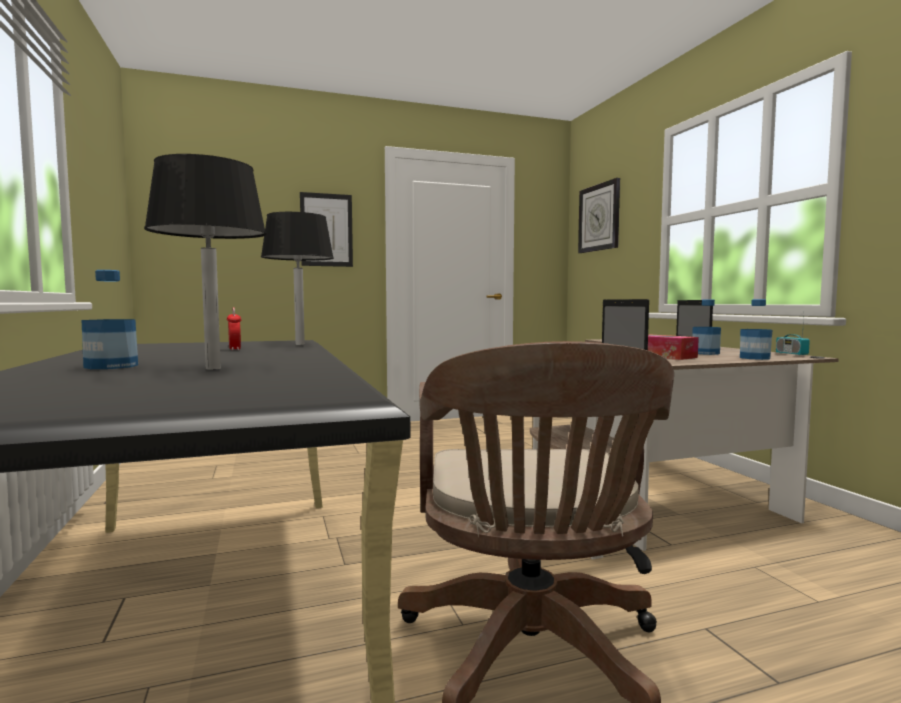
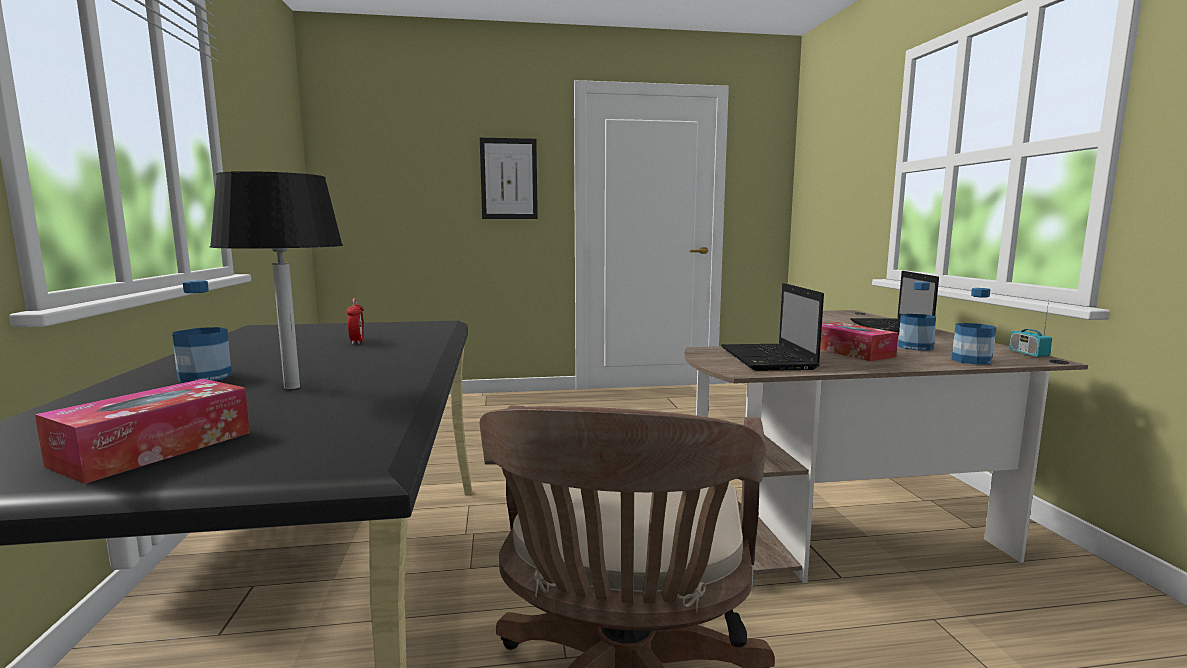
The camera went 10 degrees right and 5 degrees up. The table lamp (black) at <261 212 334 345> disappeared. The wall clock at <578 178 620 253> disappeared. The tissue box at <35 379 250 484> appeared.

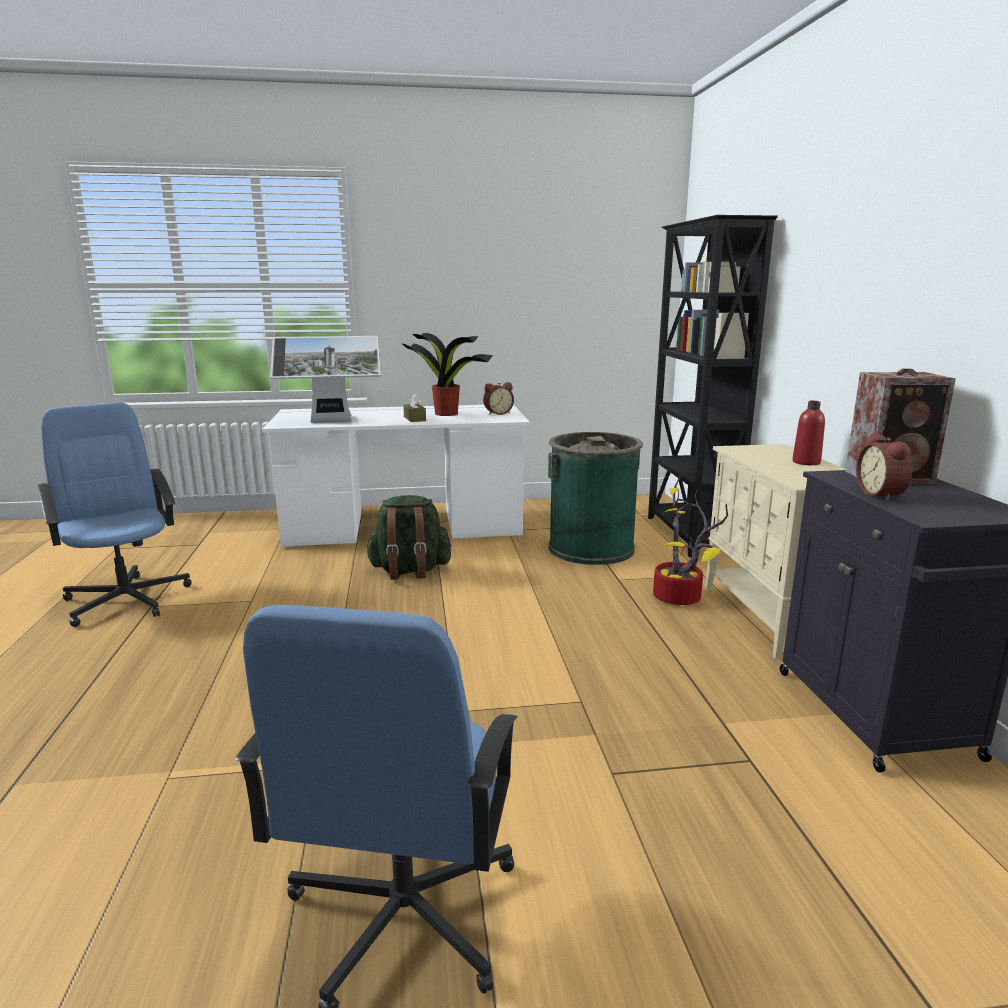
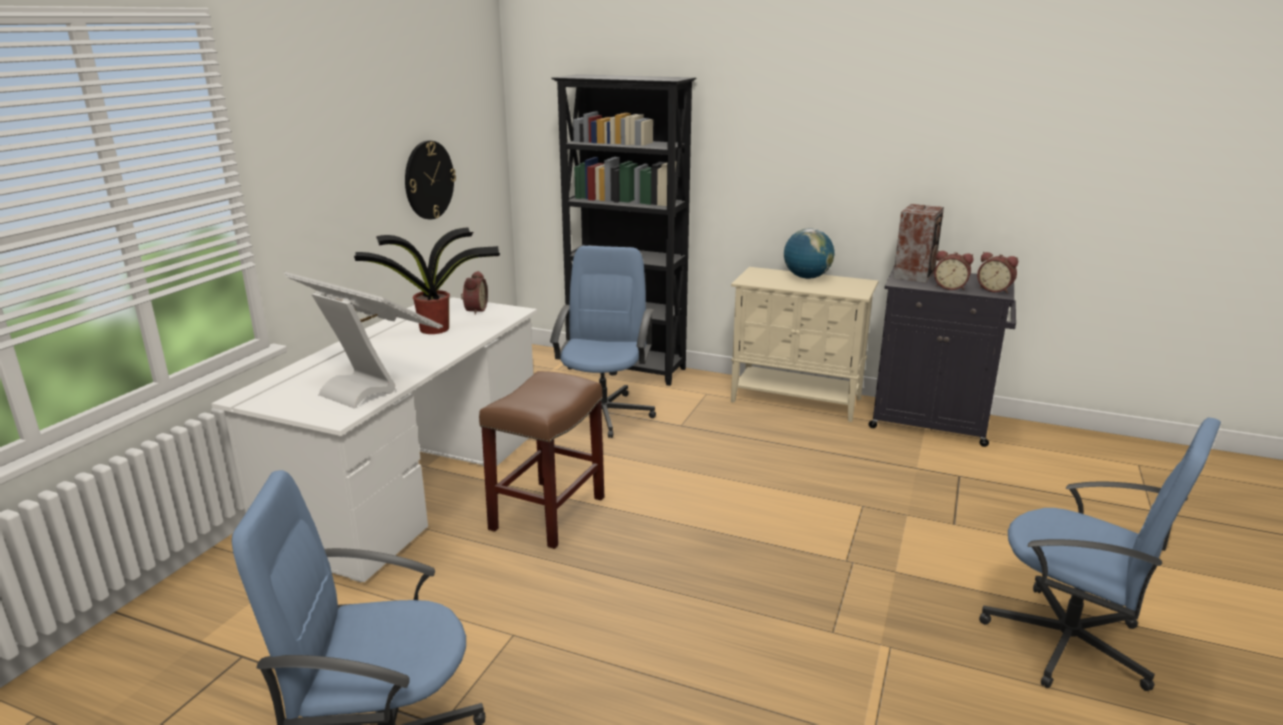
The camera went 60 degrees left and 5 degrees up. The monitor at <270 336 381 423> turned 75 degrees counterclockwise. The backpack (green) at <365 495 451 580> was replaced by the stool (brown) at <479 371 604 549>. The tissue box (brown) at <403 394 426 422> disappeared. The trash can (green) at <548 432 643 565> was replaced by the office chair (blue) at <550 246 656 438>. The potted plant at <653 475 728 605> disappeared. The bottle (red) at <792 401 825 465> was replaced by the globe at <784 228 834 279>. The wall clock at <405 141 456 219> appeared. The alarm clock at <977 252 1018 293> appeared.

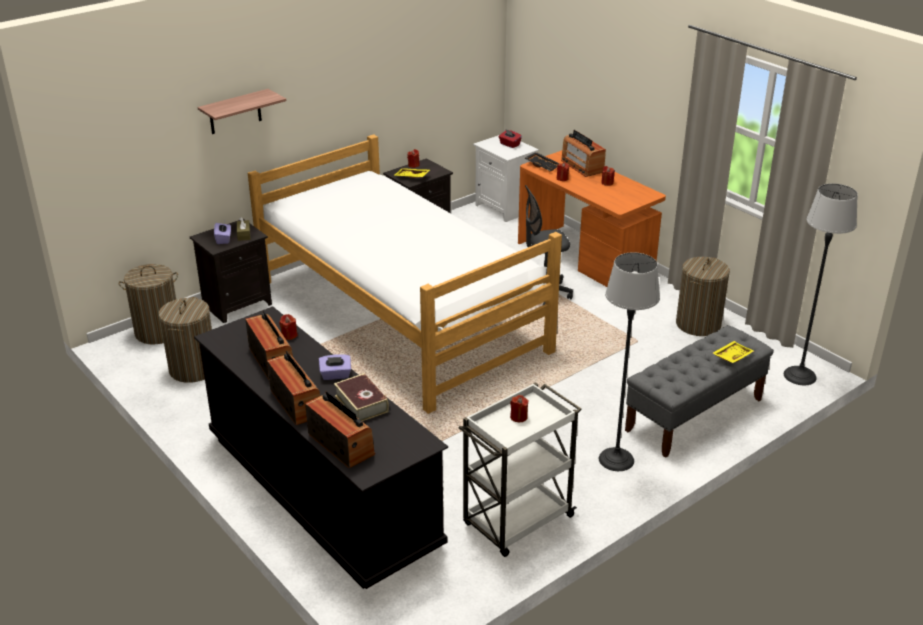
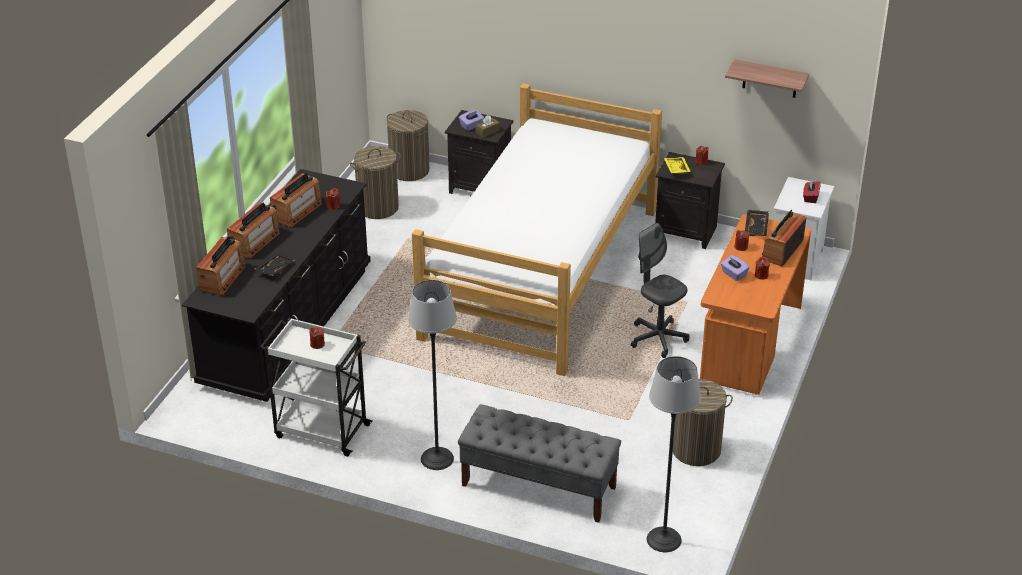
The camera went 60 degrees right and 5 degrees up. The shelf moved from <197 89 286 134> to <725 59 810 98>. The tissue box (purple) moved from <319 354 351 380> to <721 255 750 281>. The book at <334 373 389 421> was replaced by the tray (black) at <255 253 294 276>. The tray (yellow) at <713 341 754 363> disappeared.

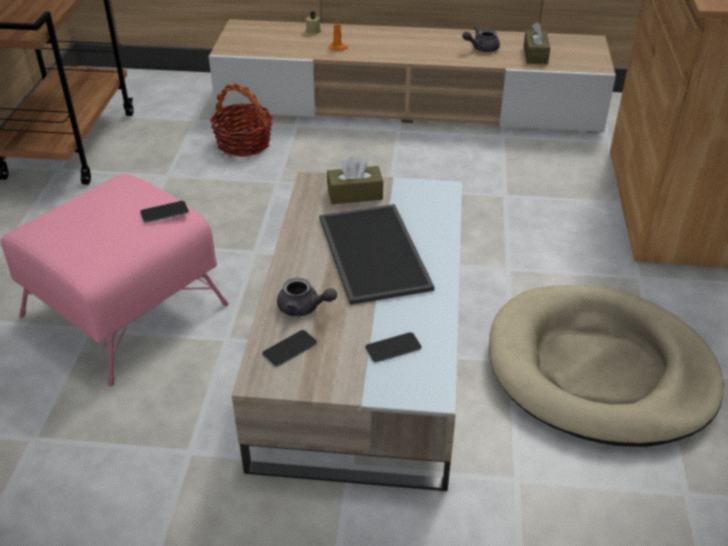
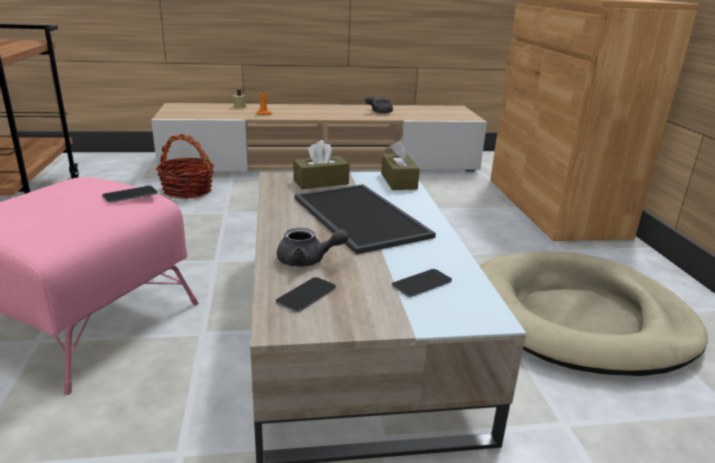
The camera went 15 degrees left and 15 degrees down. The tissue box (brown) moved from <524 22 550 64> to <381 140 420 190>.

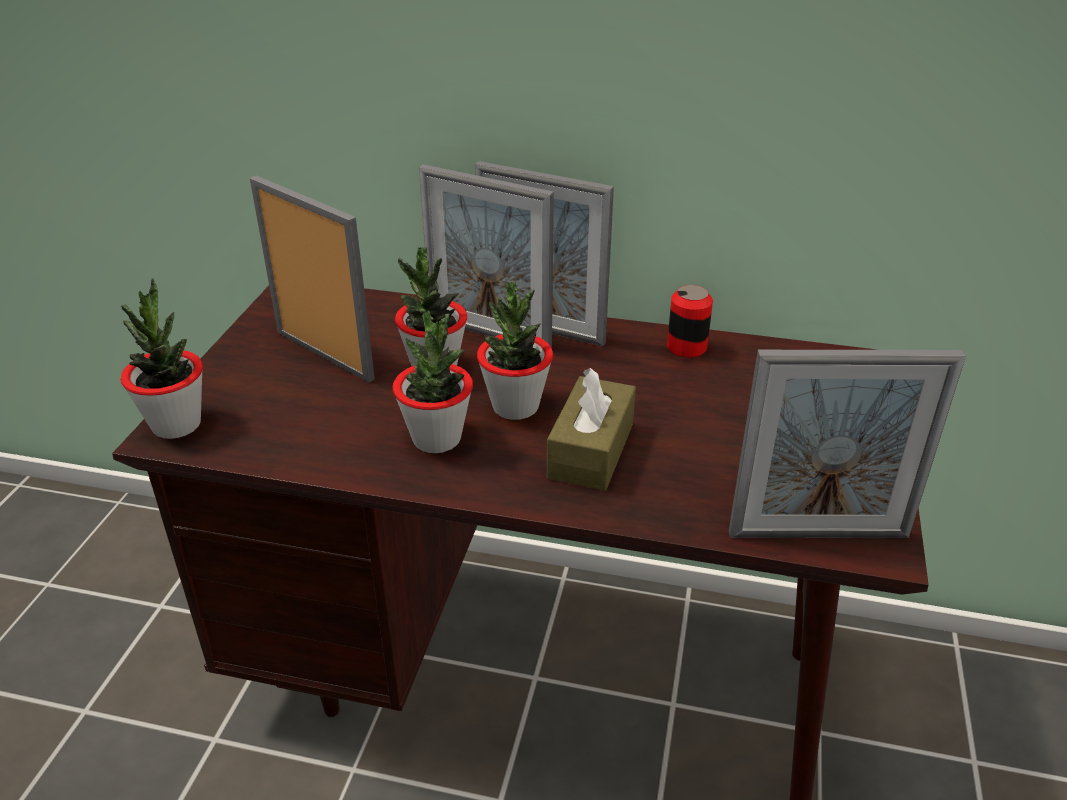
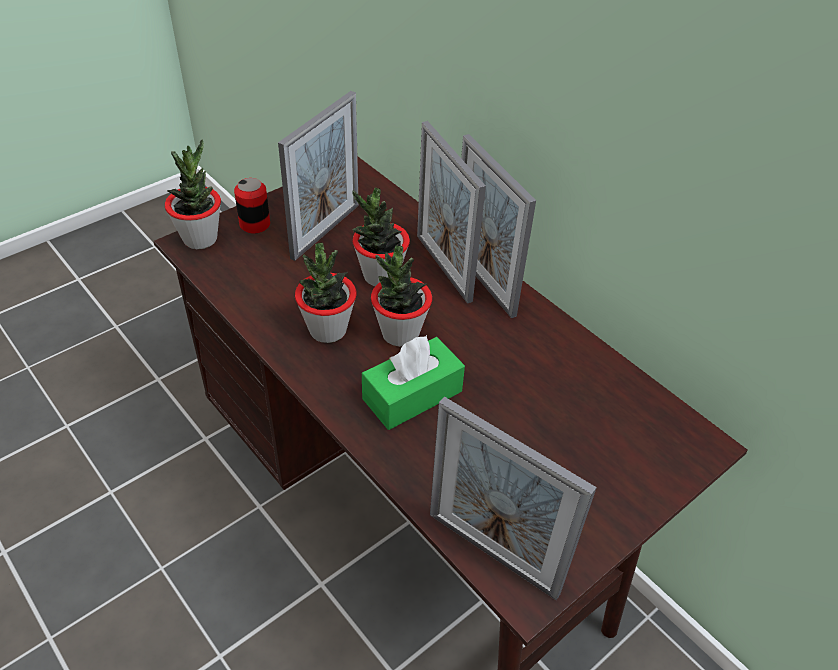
The camera went 35 degrees right and 10 degrees up. The picture frame at <250 176 375 383> turned 45 degrees clockwise. The tissue box (brown) at <547 368 636 491> became the tissue box (green) at <362 335 465 430>. The can moved from <667 285 713 358> to <234 178 270 234>.

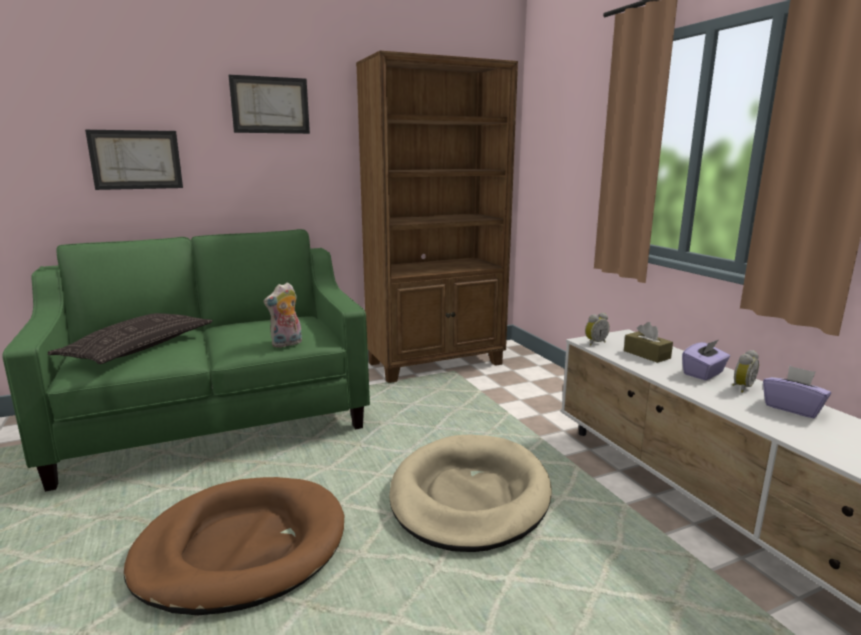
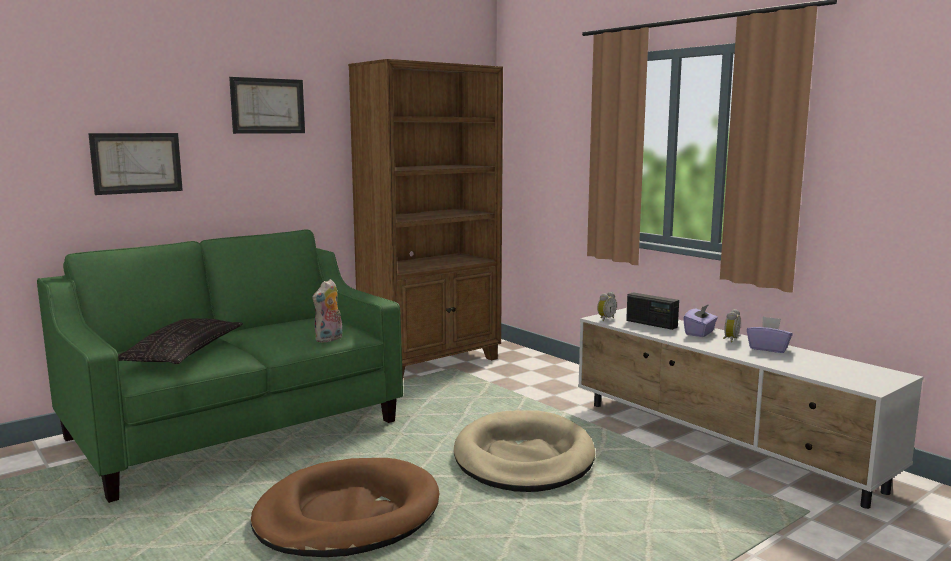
The camera went 15 degrees left and 5 degrees down. The tissue box (brown) at <624 322 673 363> was replaced by the radio at <626 292 679 330>.

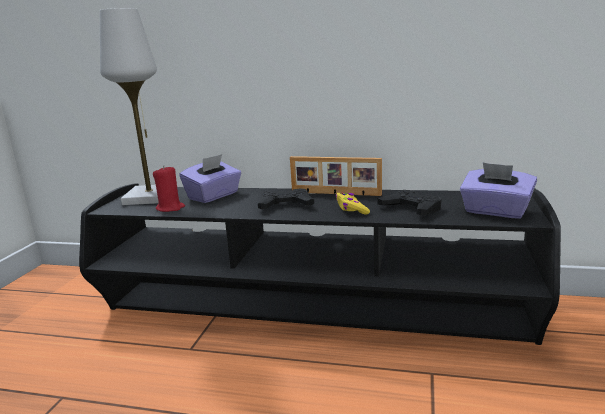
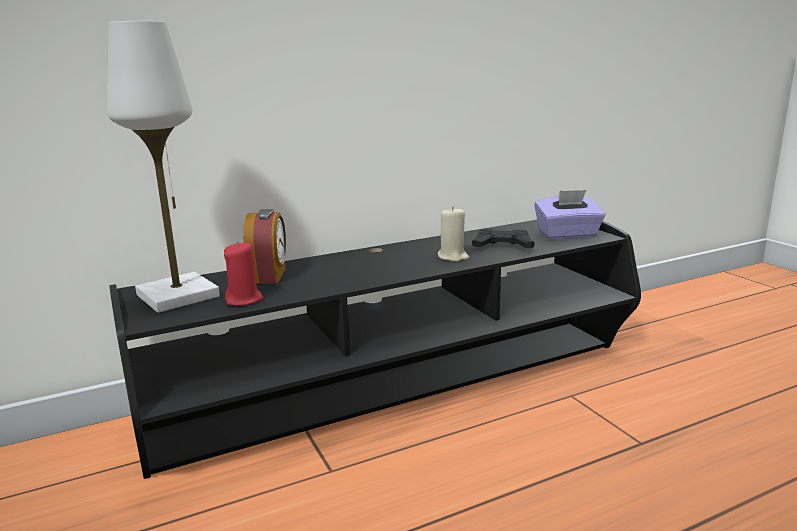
The camera went 40 degrees left and 0 degrees up. The tissue box (purple) at <179 154 241 203> was replaced by the alarm clock at <243 209 286 284>. The game controller (black) at <258 189 314 209> disappeared. The picture frame at <290 156 382 196> disappeared. The game controller (yellow) at <336 193 370 215> was replaced by the candle (beige) at <438 206 469 261>.

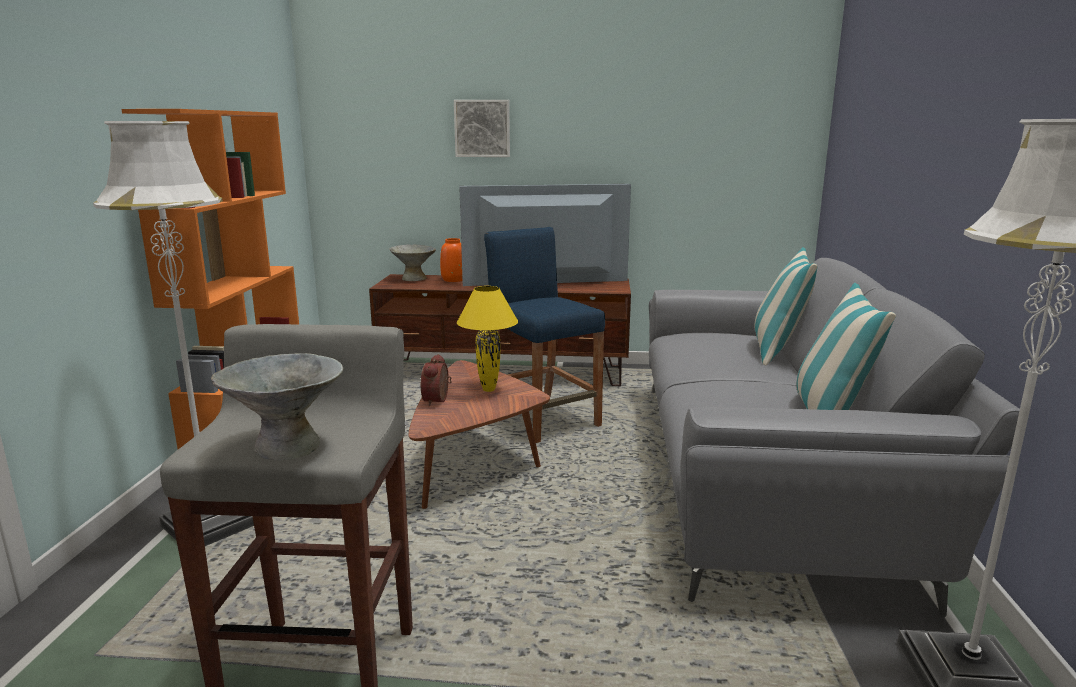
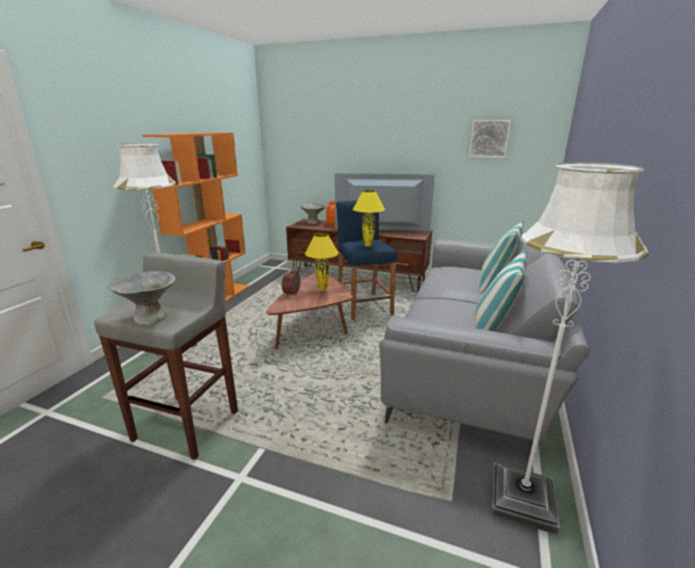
The camera went 15 degrees right and 5 degrees up. The picture moved from <454 100 510 157> to <469 120 511 158>. The table lamp (yellow) at <353 190 385 247> appeared.

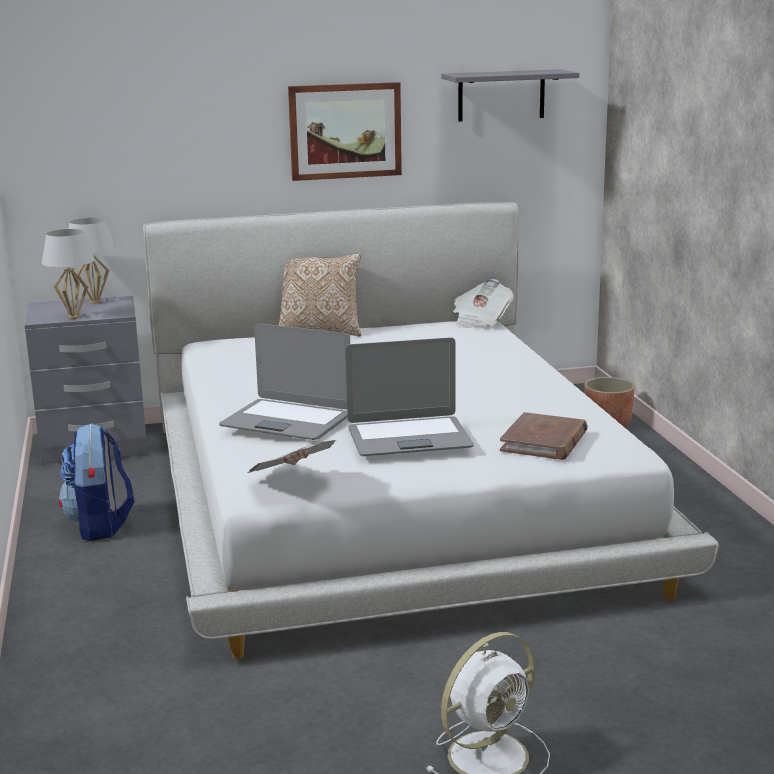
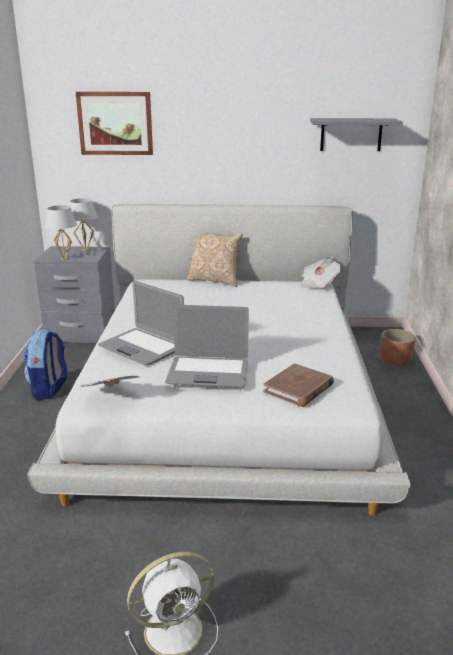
The camera went 15 degrees right and 5 degrees up. The picture moved from <288 82 402 181> to <76 92 153 155>.

